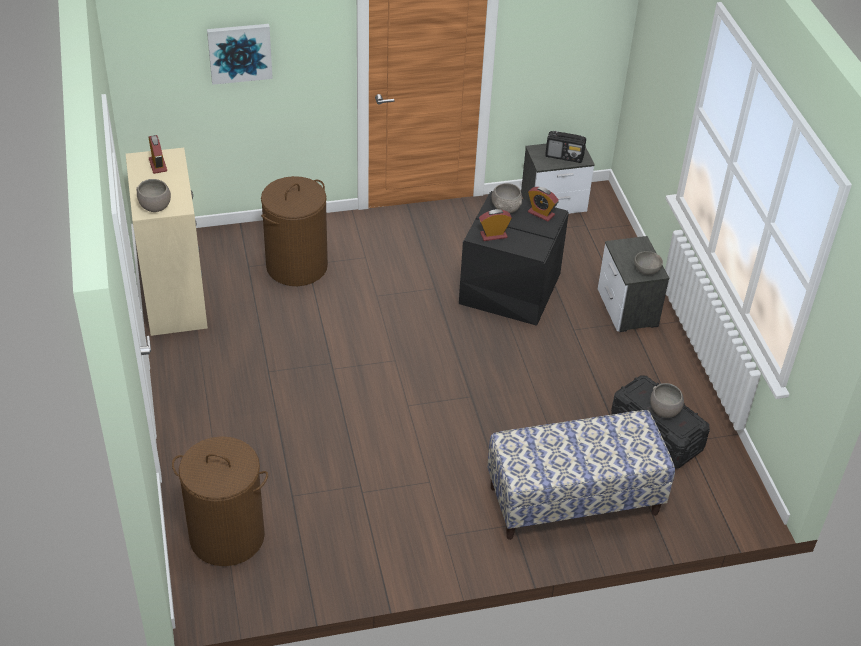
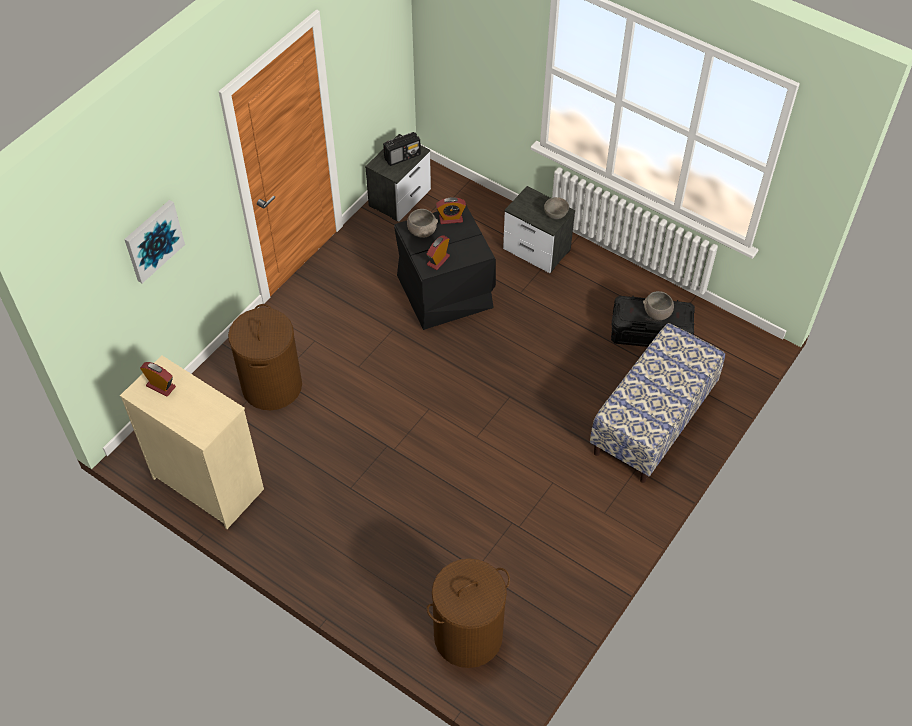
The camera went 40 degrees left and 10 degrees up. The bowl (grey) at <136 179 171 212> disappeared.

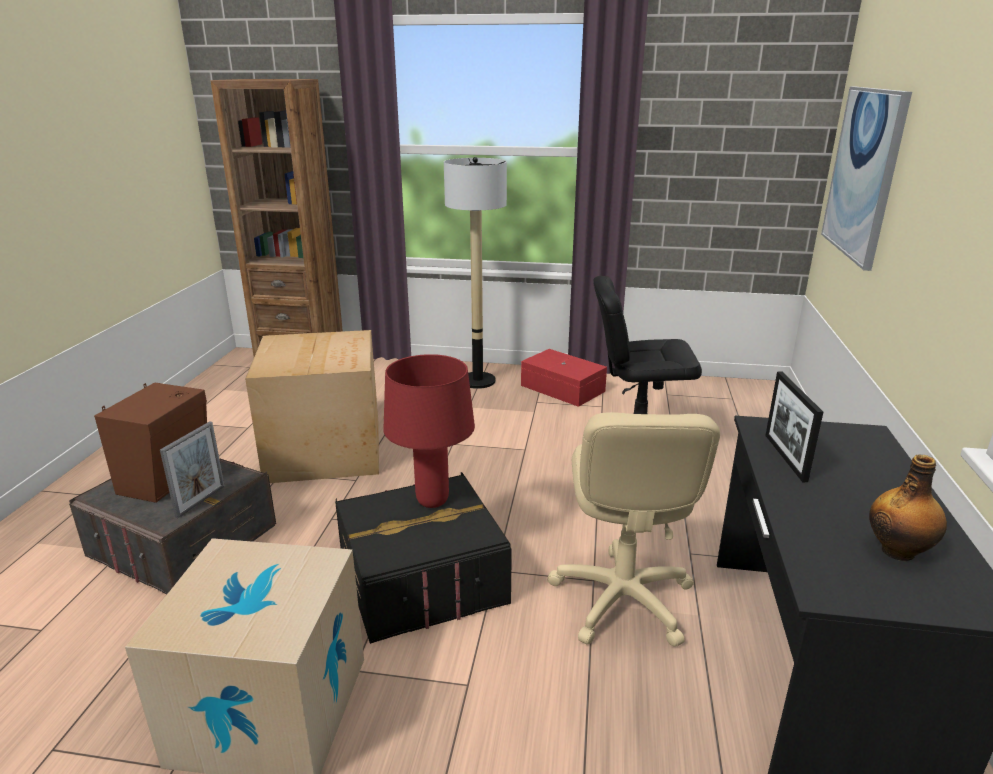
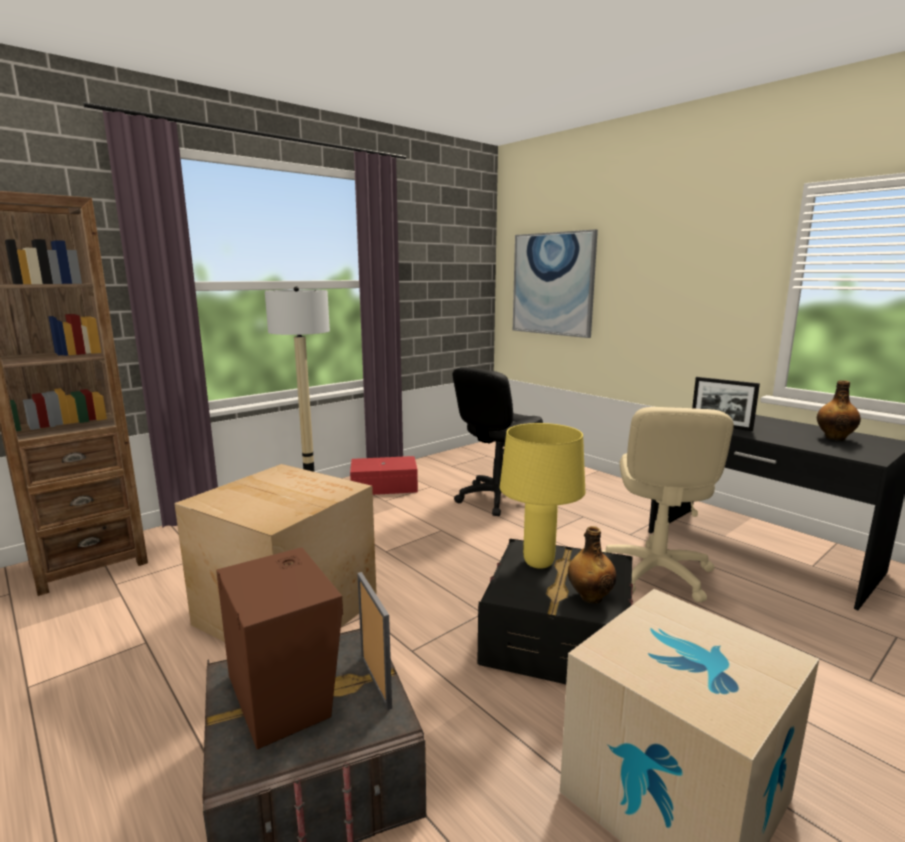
The camera went 50 degrees left and 10 degrees down. The table lamp (red) at <383 354 475 508> became the table lamp (yellow) at <500 423 585 569>. The office chair (beige) at <547 412 720 647> turned 60 degrees clockwise. The bottle at <568 526 617 604> appeared.

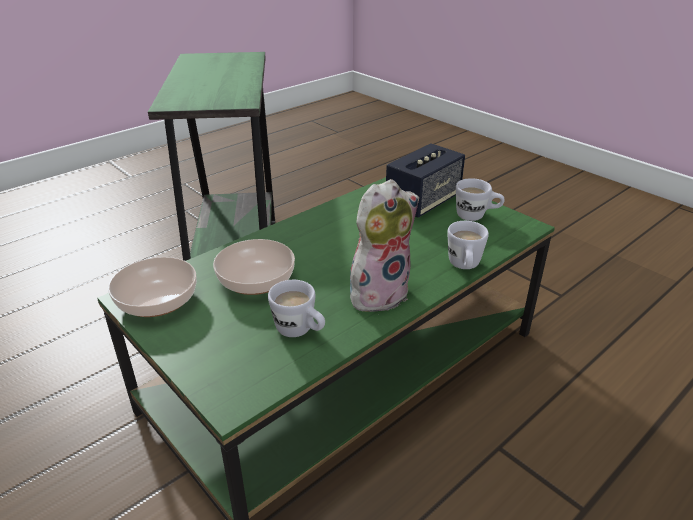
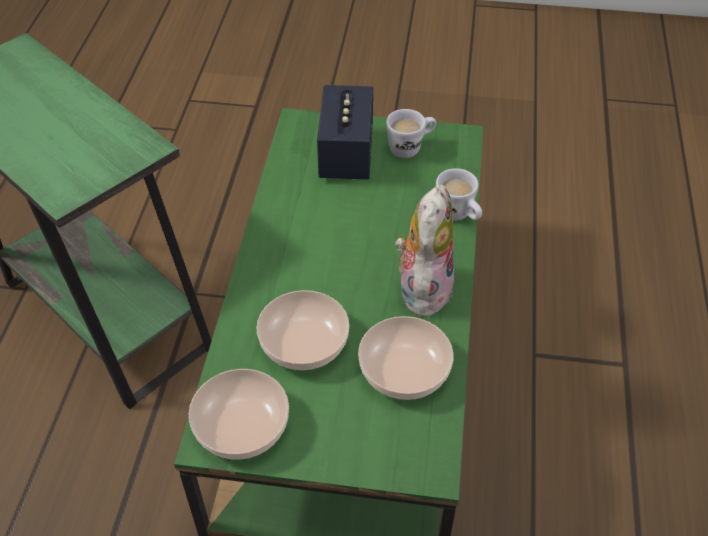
The camera went 40 degrees left and 15 degrees up. The mug (white) at <268 280 325 337> was replaced by the bowl at <358 316 454 400>.

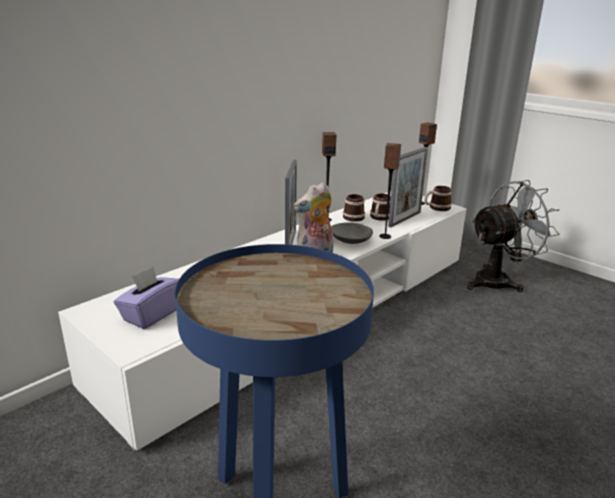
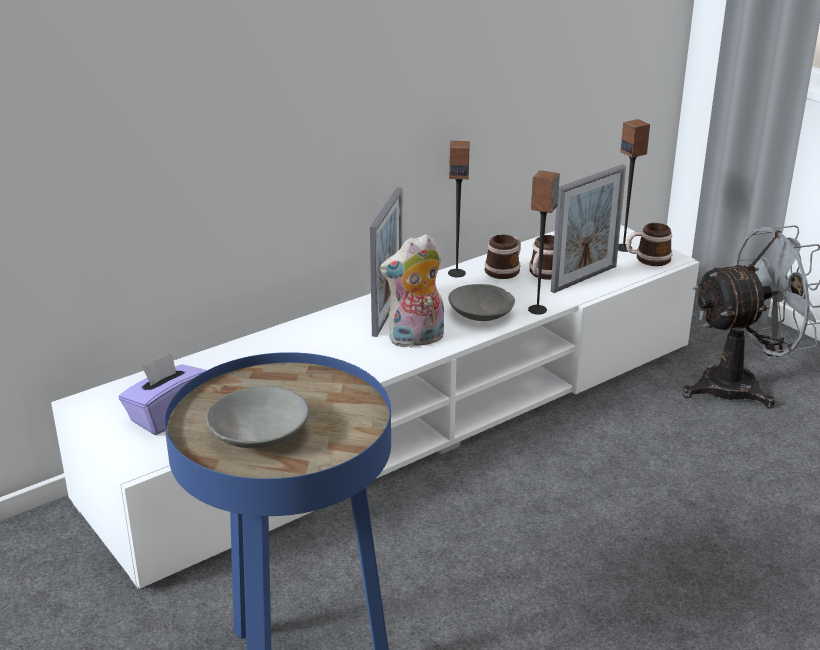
The camera went 10 degrees right and 5 degrees up. The bowl (grey) at <206 386 309 448> appeared.

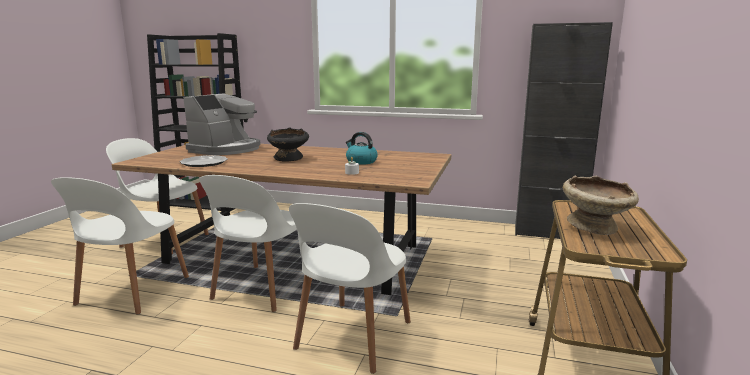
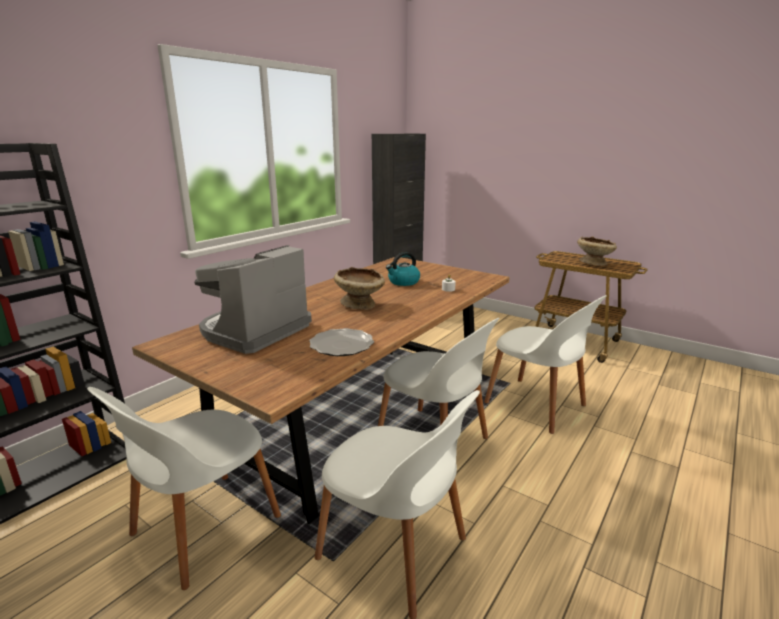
The camera went 70 degrees left and 5 degrees up. The coffee machine at <183 93 260 155> turned 105 degrees counterclockwise. The bowl (black) at <267 127 309 162> became the bowl (beige) at <334 267 385 310>.

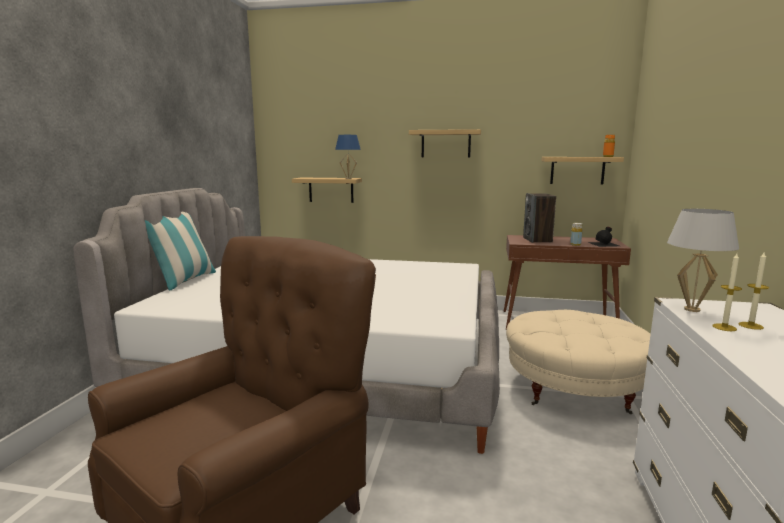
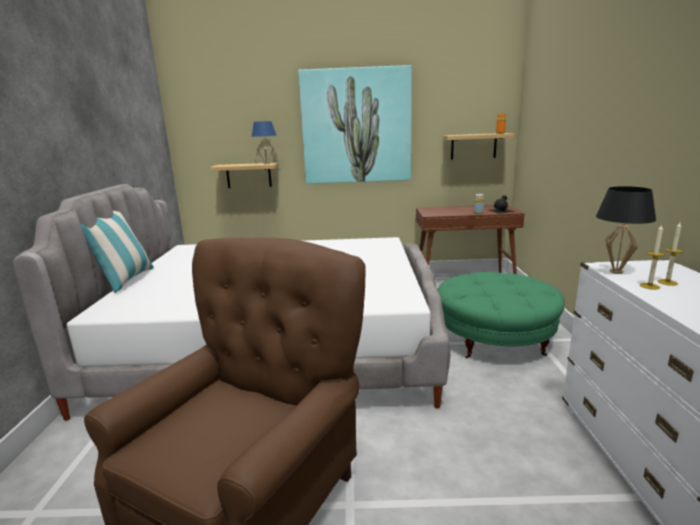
The camera went 10 degrees left and 5 degrees up. The shelf at <409 129 481 157> was replaced by the picture at <298 65 412 184>. The ottoman (beige) at <506 310 651 414> became the ottoman (green) at <437 272 565 358>. The speaker at <523 193 556 243> disappeared. The table lamp (white) at <667 209 739 312> became the table lamp (black) at <596 186 656 274>.

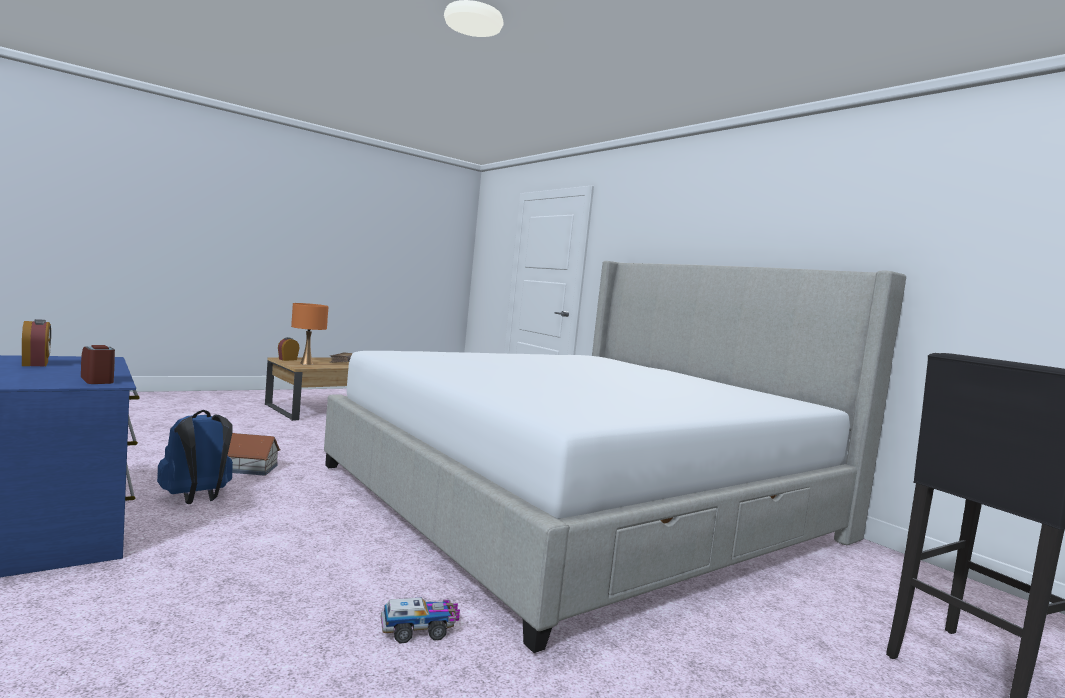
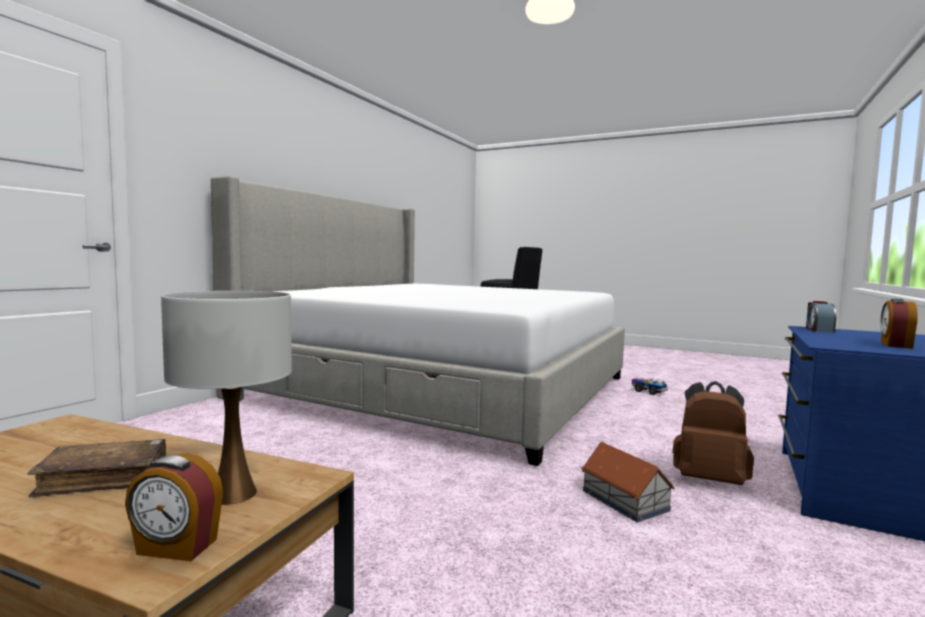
The camera went 115 degrees left and 0 degrees up. The backpack (blue) at <157 410 233 504> became the backpack (brown) at <672 381 754 485>. The table lamp (orange) at <291 303 328 365> became the table lamp (white) at <161 291 292 505>.

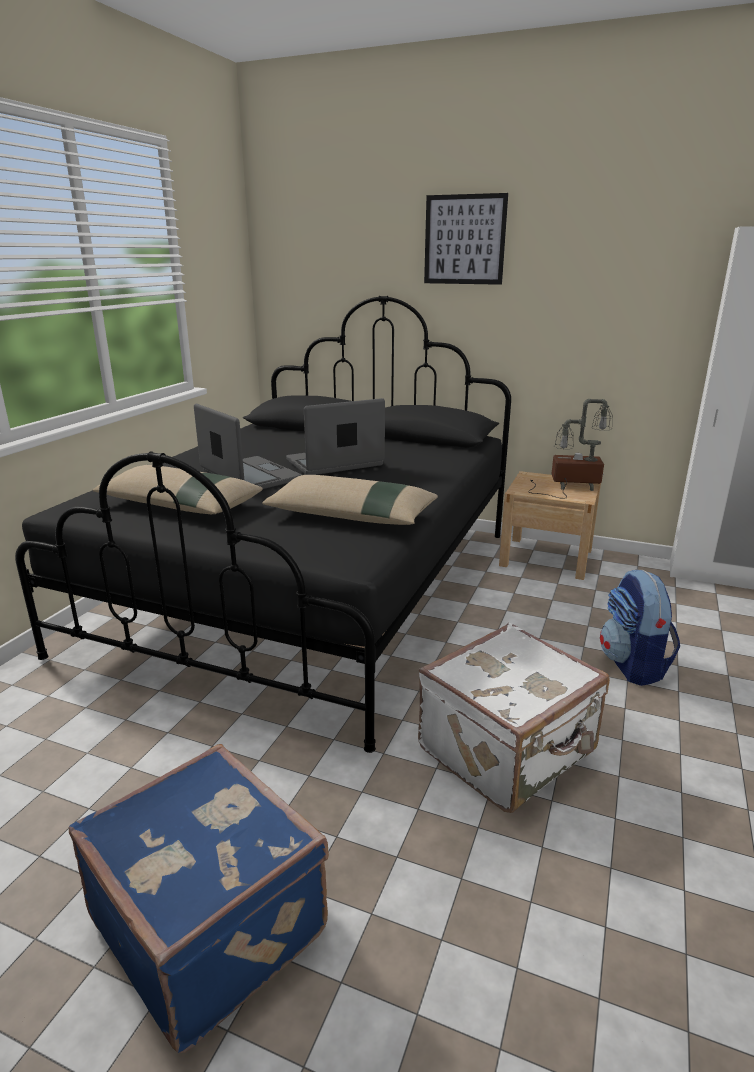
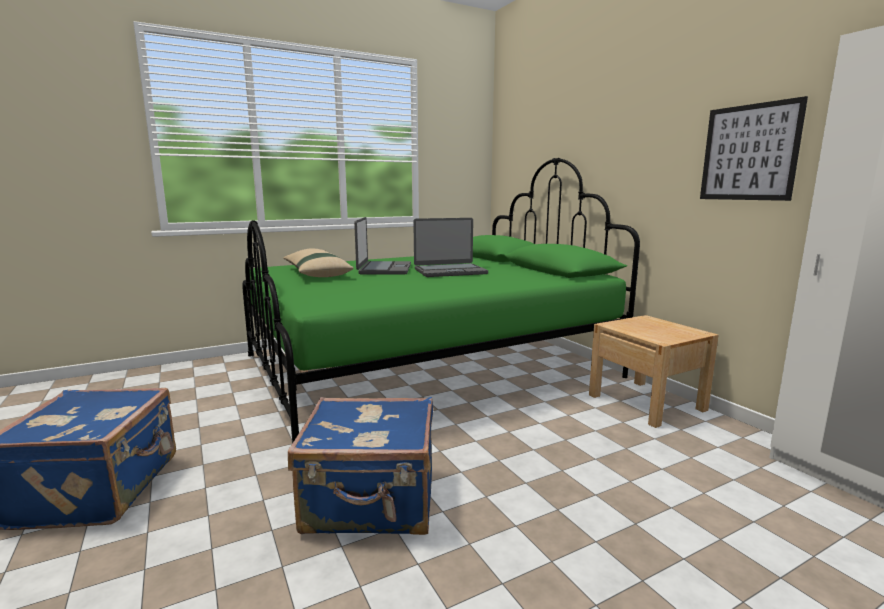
The camera went 40 degrees right and 10 degrees down. The bed (black) at <15 296 511 753> became the bed (green) at <243 158 640 443>. The pillow (beige) at <262 475 438 525> disappeared. The laptop at <286 398 385 475> turned 150 degrees clockwise. The suitcase (white) at <418 623 610 813> became the suitcase (blue) at <288 397 433 535>. The picture moved from <424 193 508 285> to <700 96 808 201>. The table lamp at <528 399 613 499> disappeared. The backpack at <600 570 680 686> disappeared.

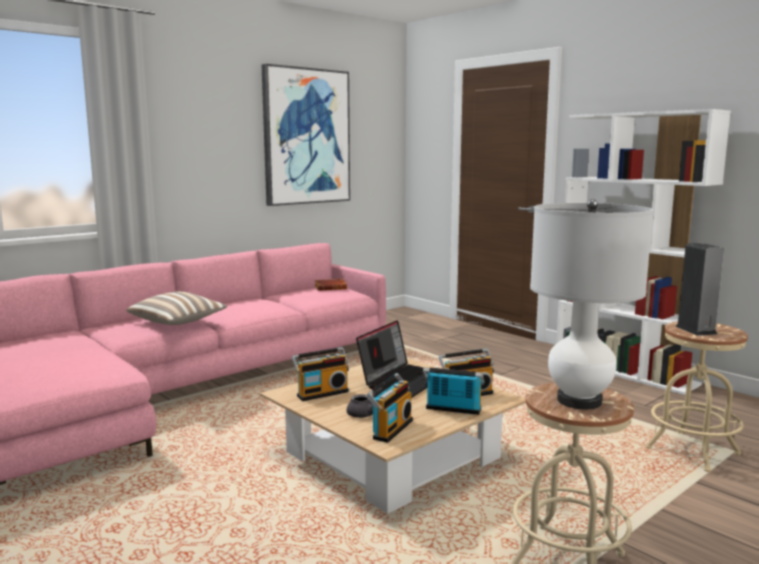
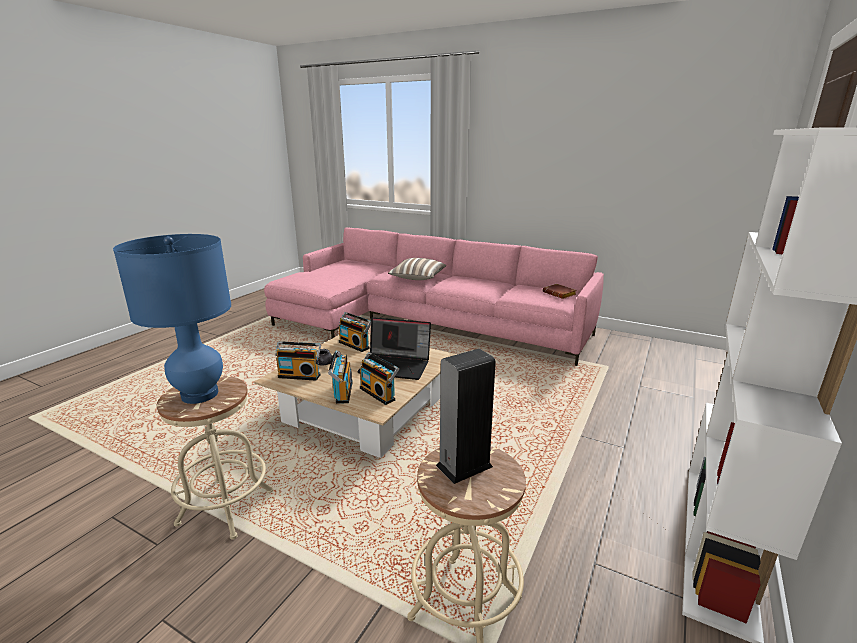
The camera went 70 degrees right and 10 degrees up. The picture at <262 64 350 206> disappeared. The table lamp (white) at <530 199 653 410> became the table lamp (blue) at <113 234 231 404>.

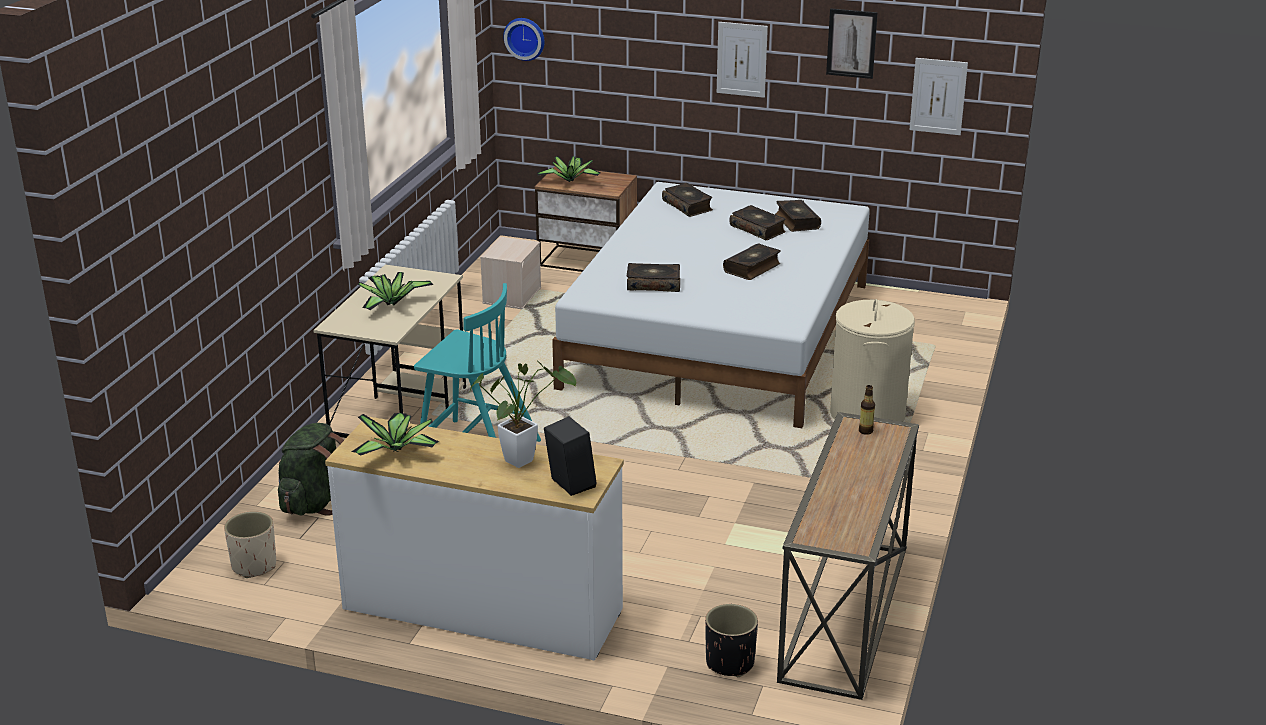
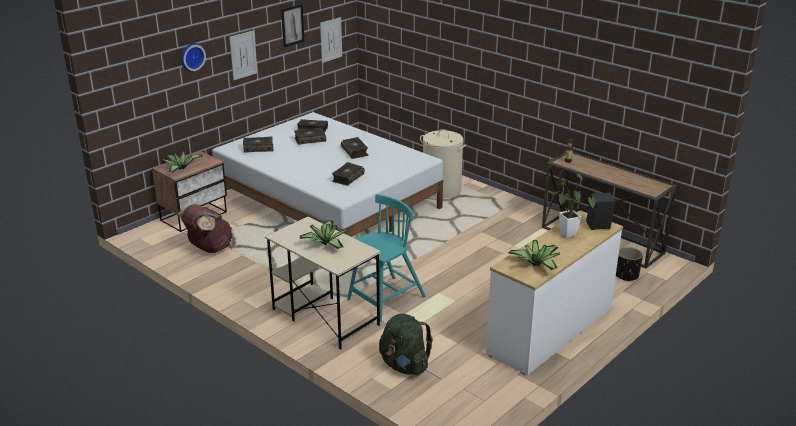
The camera went 65 degrees left and 0 degrees up. The planter (beige) at <224 511 276 578> disappeared. The storage box (beige) at <480 237 541 309> was replaced by the backpack (brown) at <177 204 232 253>. The wall clock moved from <503 18 545 61> to <181 43 206 72>.

